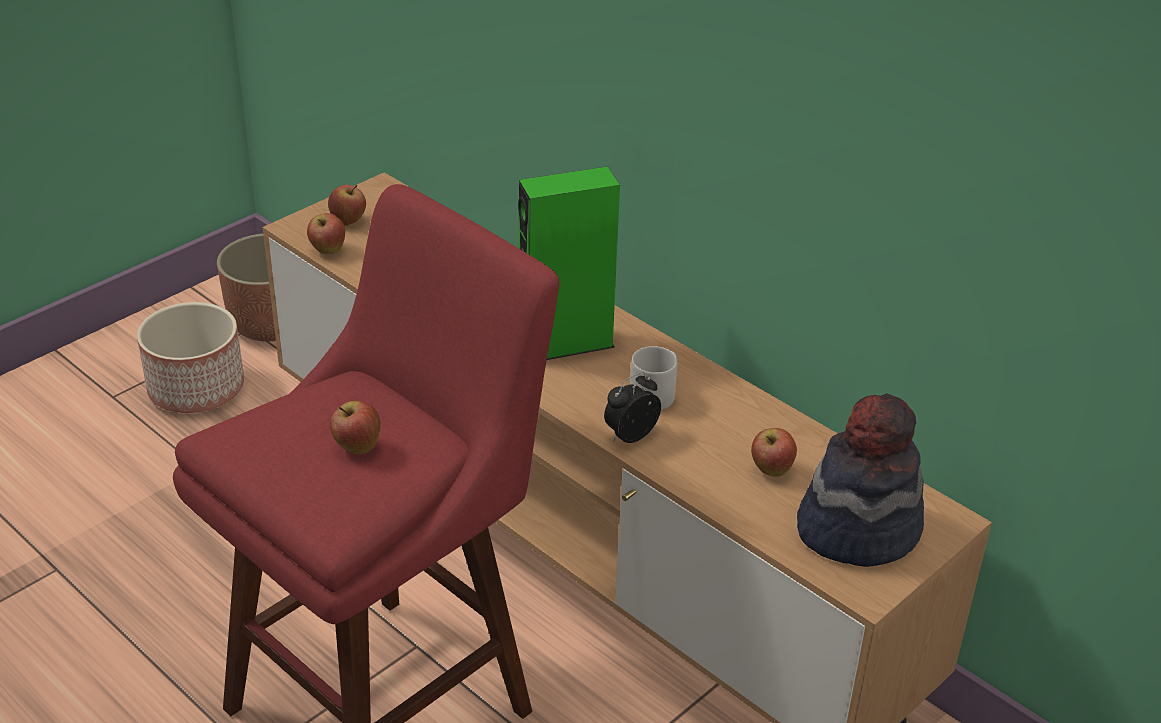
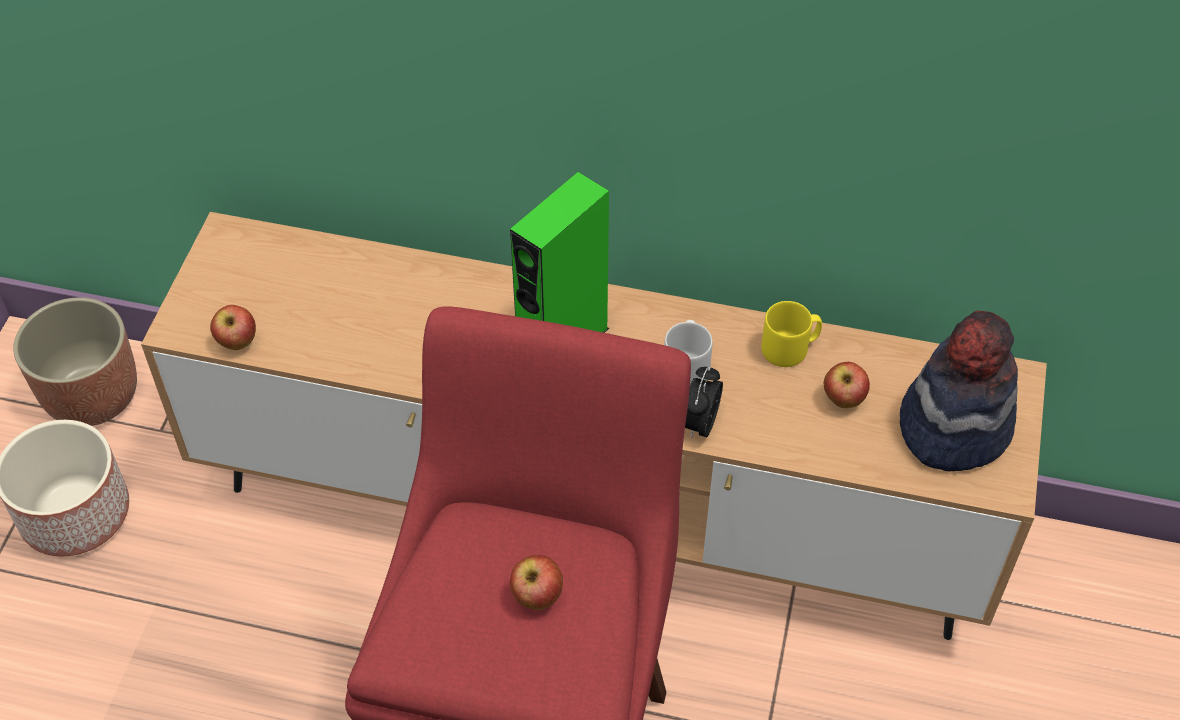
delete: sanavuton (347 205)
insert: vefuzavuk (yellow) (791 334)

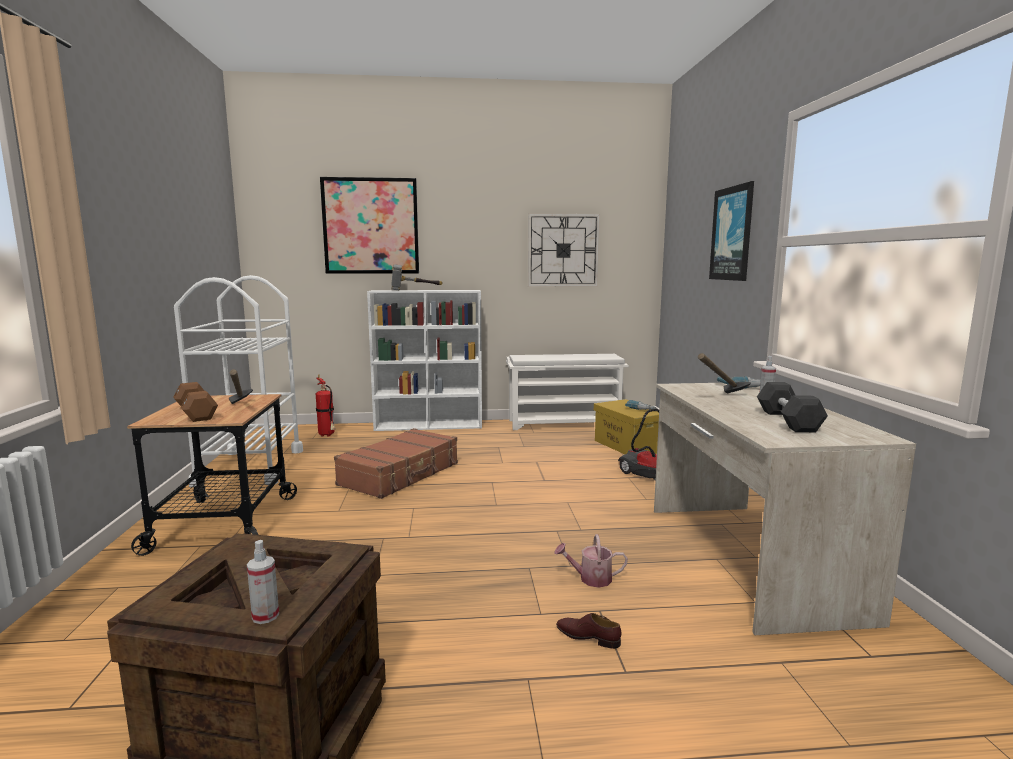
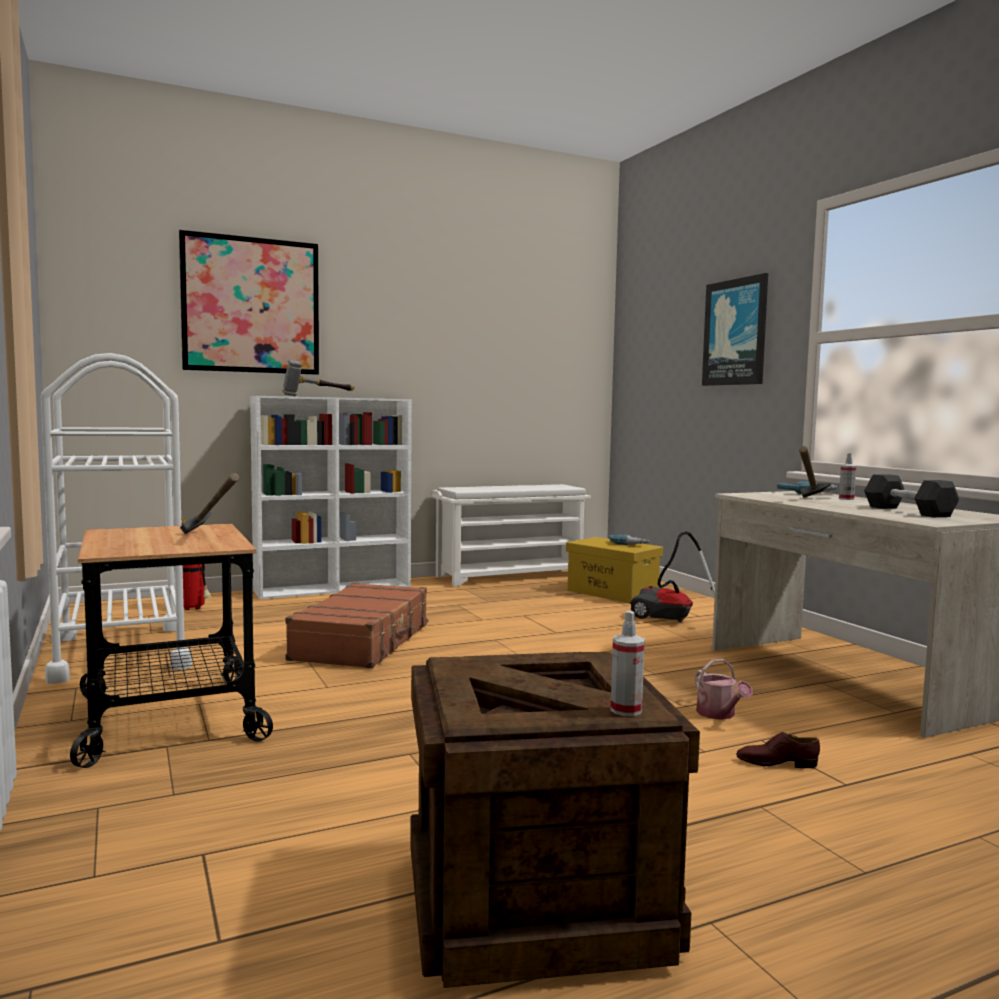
delete: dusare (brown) (195 402); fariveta (564 250)
rotate: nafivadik (591 561) = (723 689) 90 degrees counterclockwise

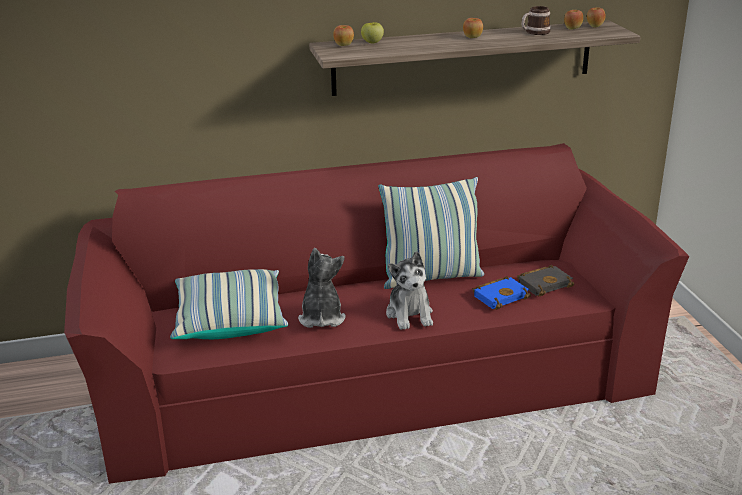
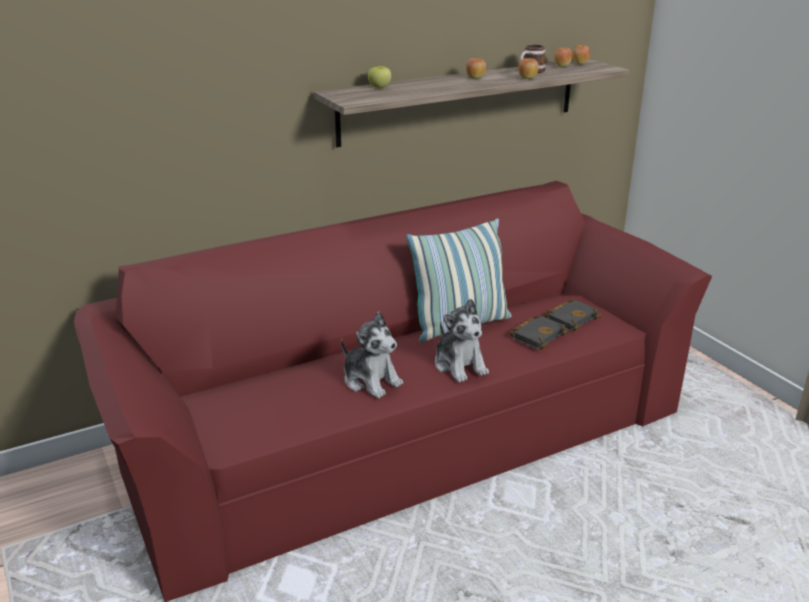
delete: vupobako (229 304)
move: sanavuton (343 35) to (528 68)
recolor: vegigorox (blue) (501 293) to vegigorox (black) (539 332)
rotate: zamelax (322 288) = (372 354) 150 degrees clockwise

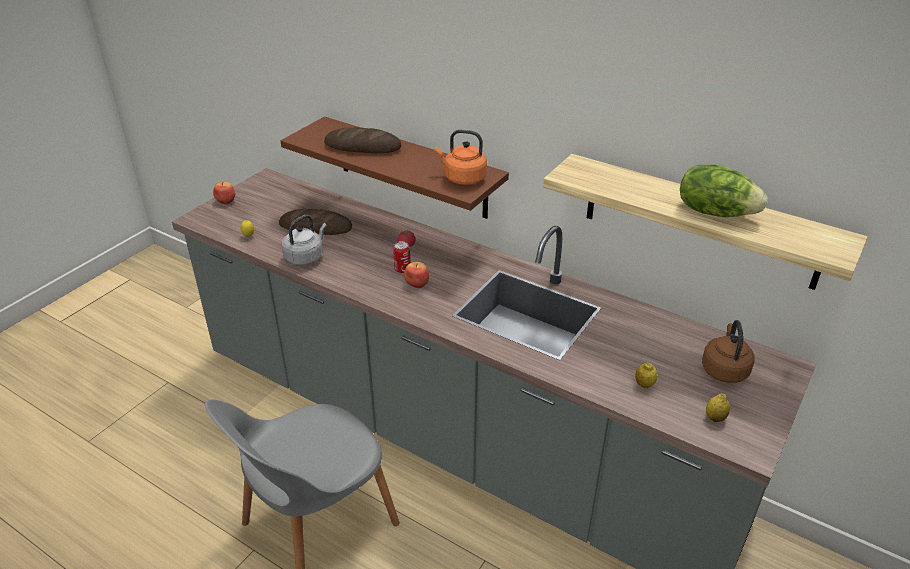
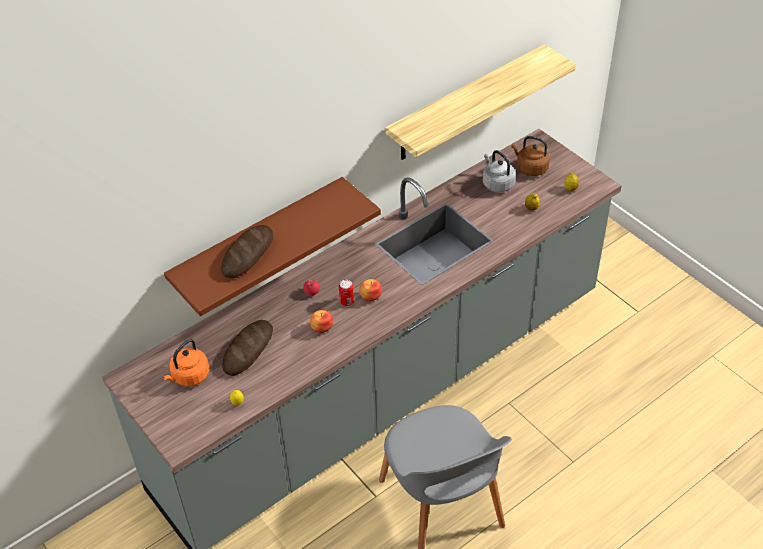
delete: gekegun (723 191)
move: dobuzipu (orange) (461 157) to (186 363); sanavuton (224 193) to (321 321); dobuzipu (grey) (304 240) to (499 171)

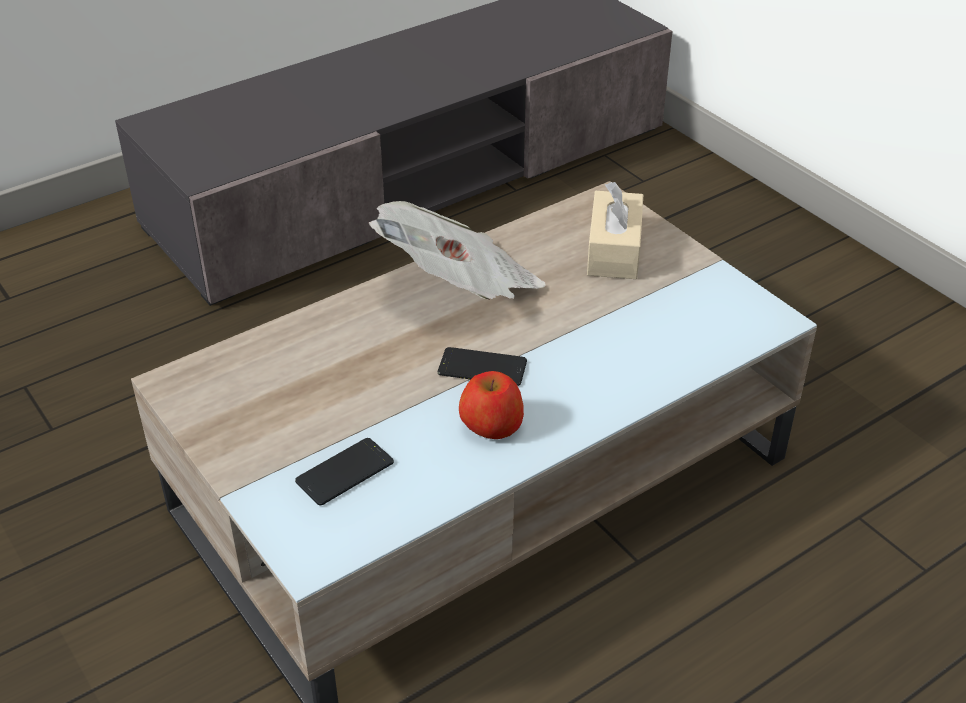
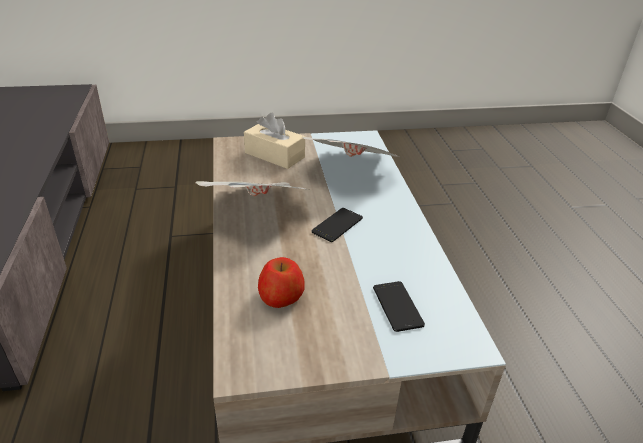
insert: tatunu (350 147)
move: sanavuton (491 405) to (281 282)

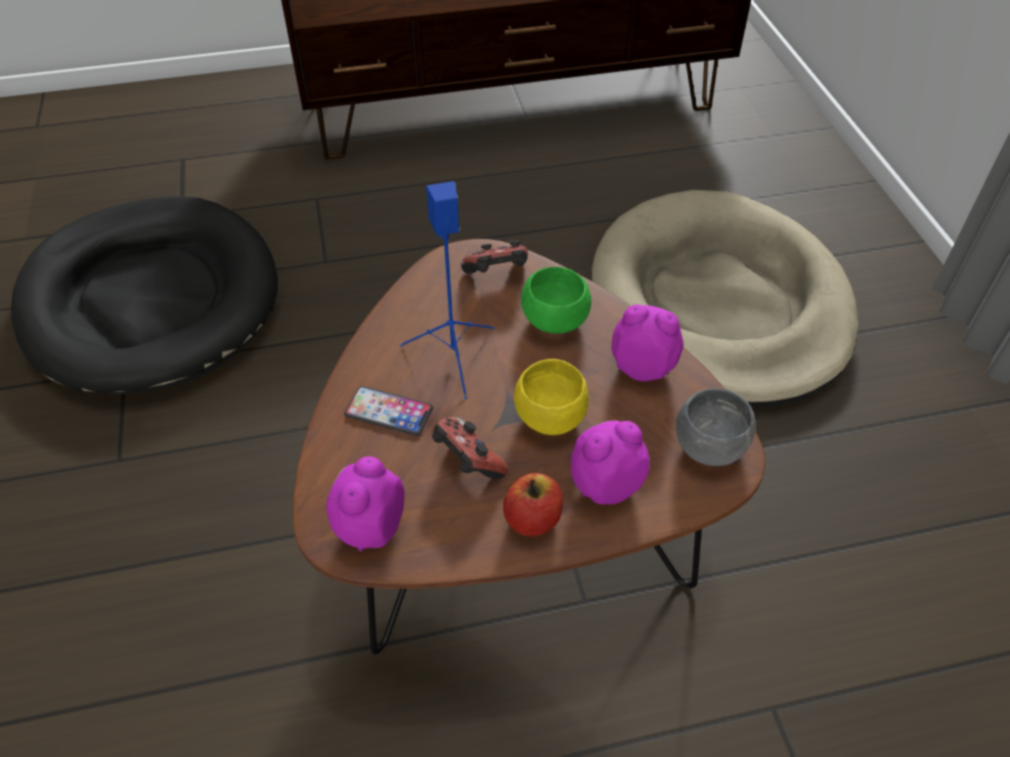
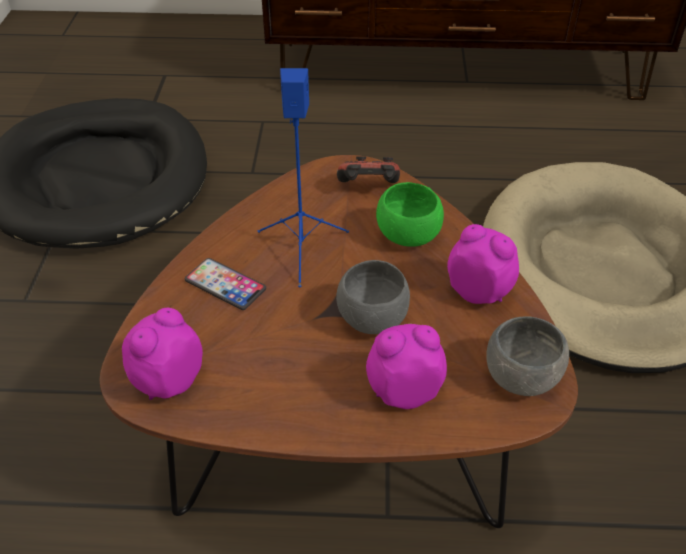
delete: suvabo (470 448); sanavuton (533 505)
recolor: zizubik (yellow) (551 397) to zizubik (grey) (373 297)

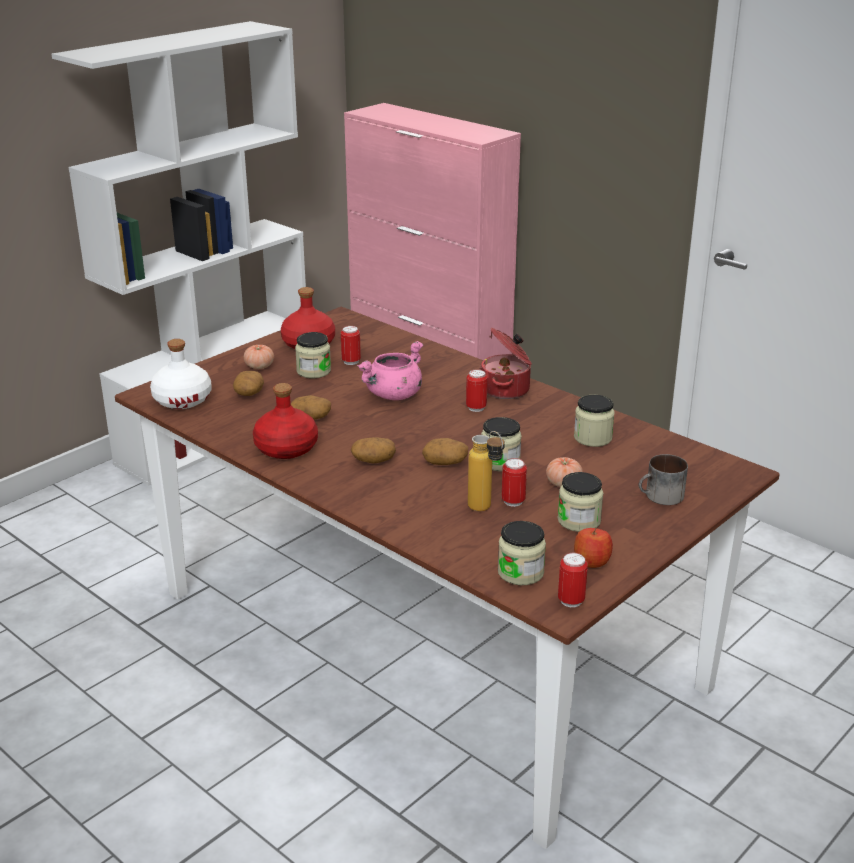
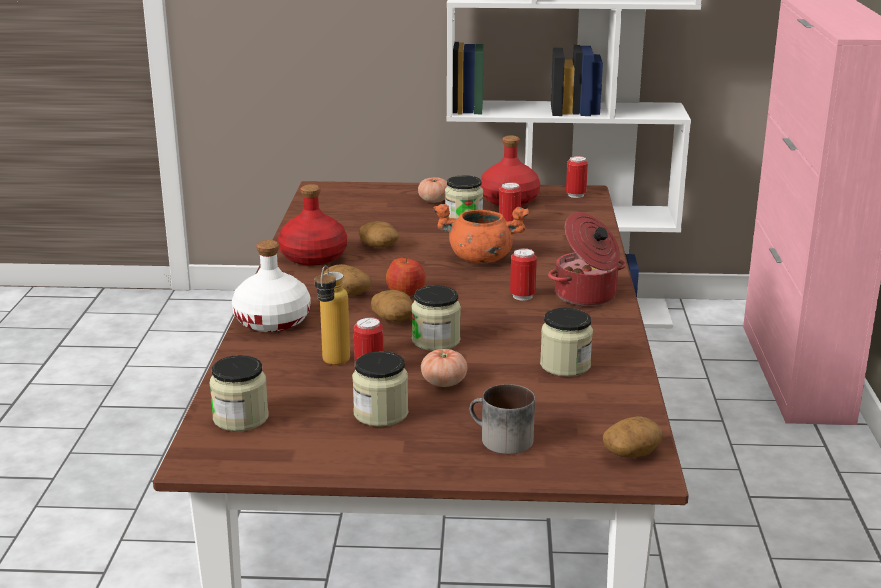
move: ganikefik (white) (181 374) to (271 286); sanavuton (593 547) to (406 276); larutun (573 580) to (577 177); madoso (248 383) to (633 437)
recolor: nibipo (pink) (390 370) to nibipo (orange) (481 233)

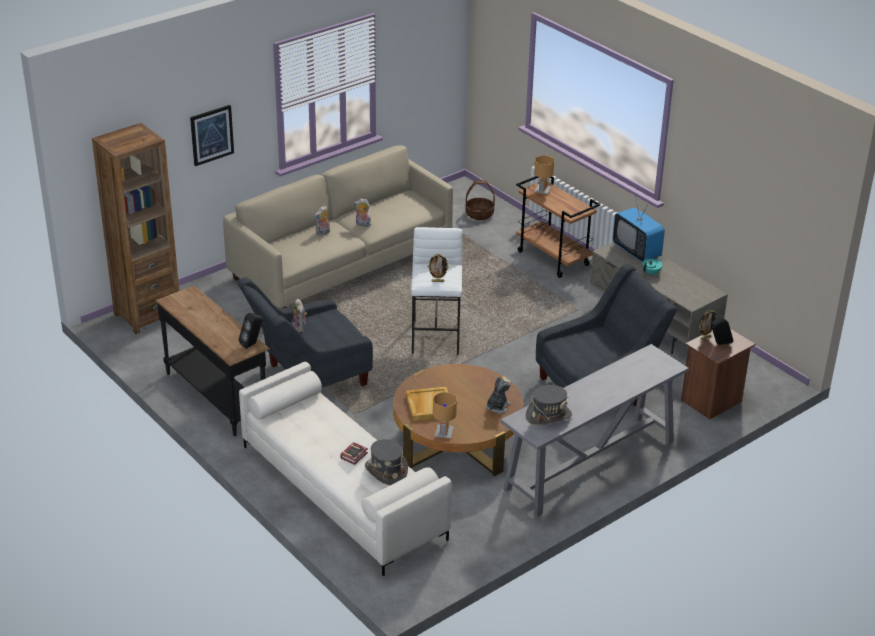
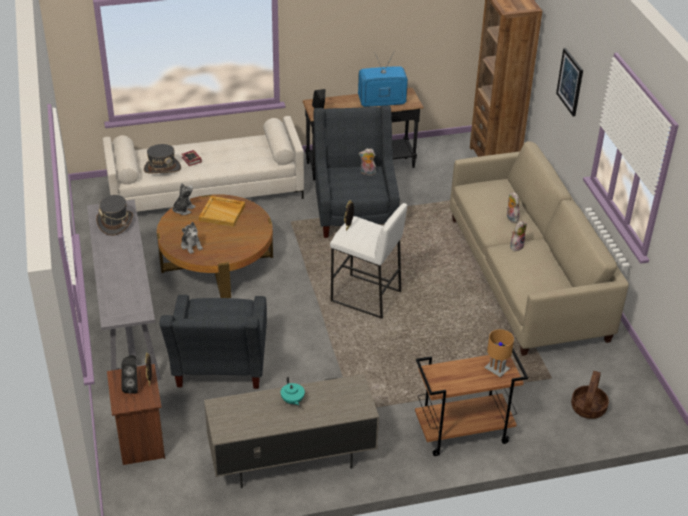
move: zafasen (639 228) to (383 79)
replace: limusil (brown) (445 415) to zamelax (184 199)

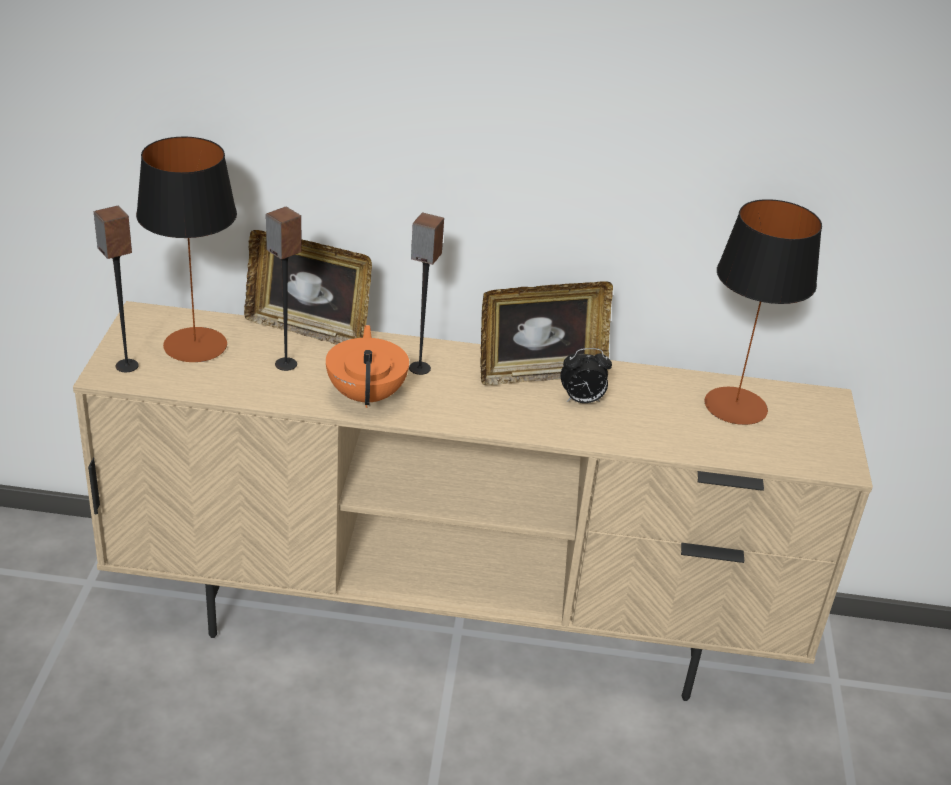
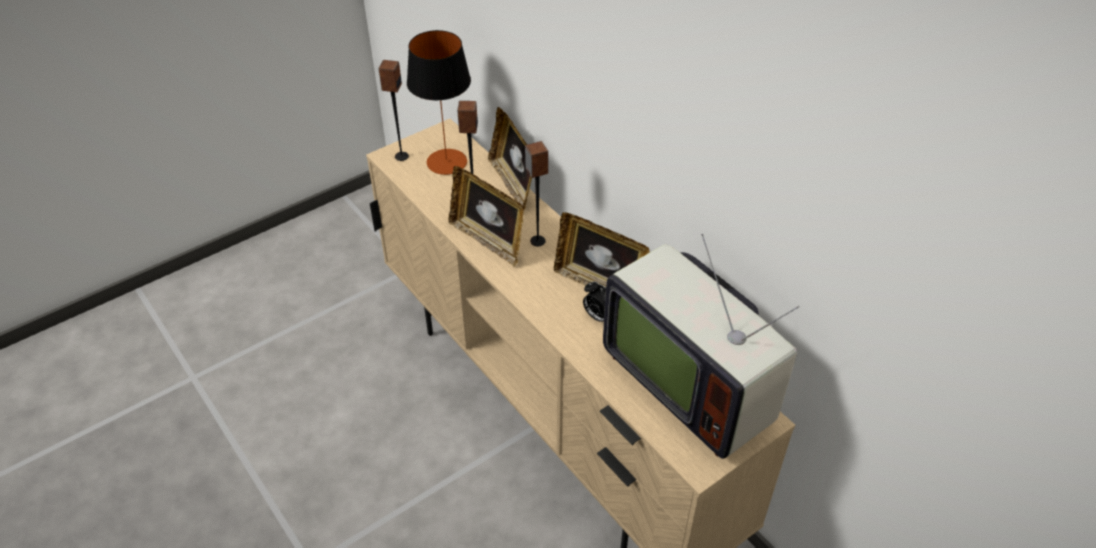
replace: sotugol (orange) (367 366) to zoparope (486 216); limusil (763 312) to zafasen (701 346)

